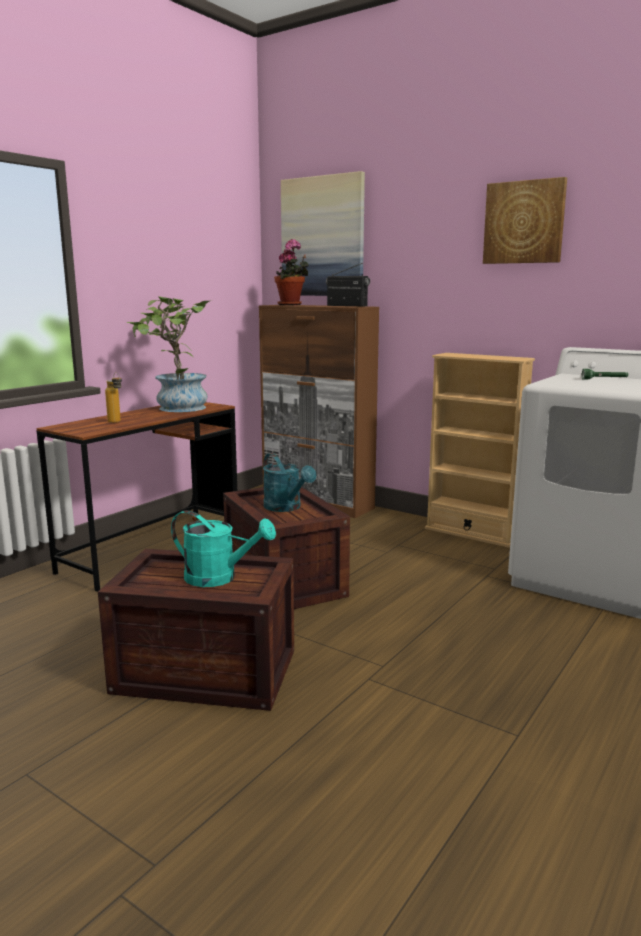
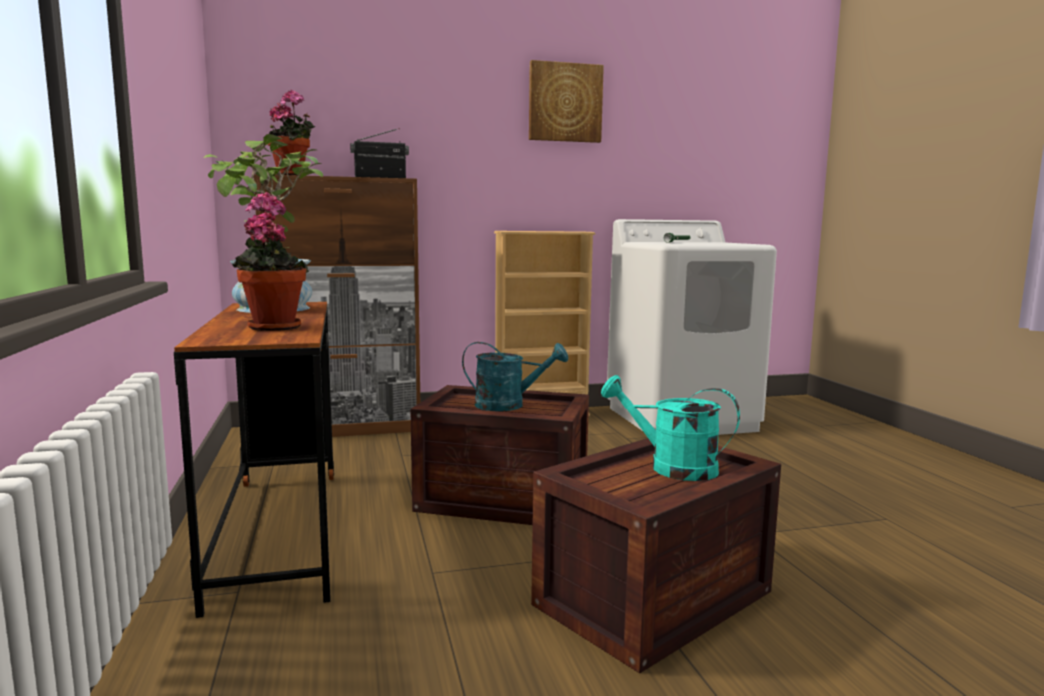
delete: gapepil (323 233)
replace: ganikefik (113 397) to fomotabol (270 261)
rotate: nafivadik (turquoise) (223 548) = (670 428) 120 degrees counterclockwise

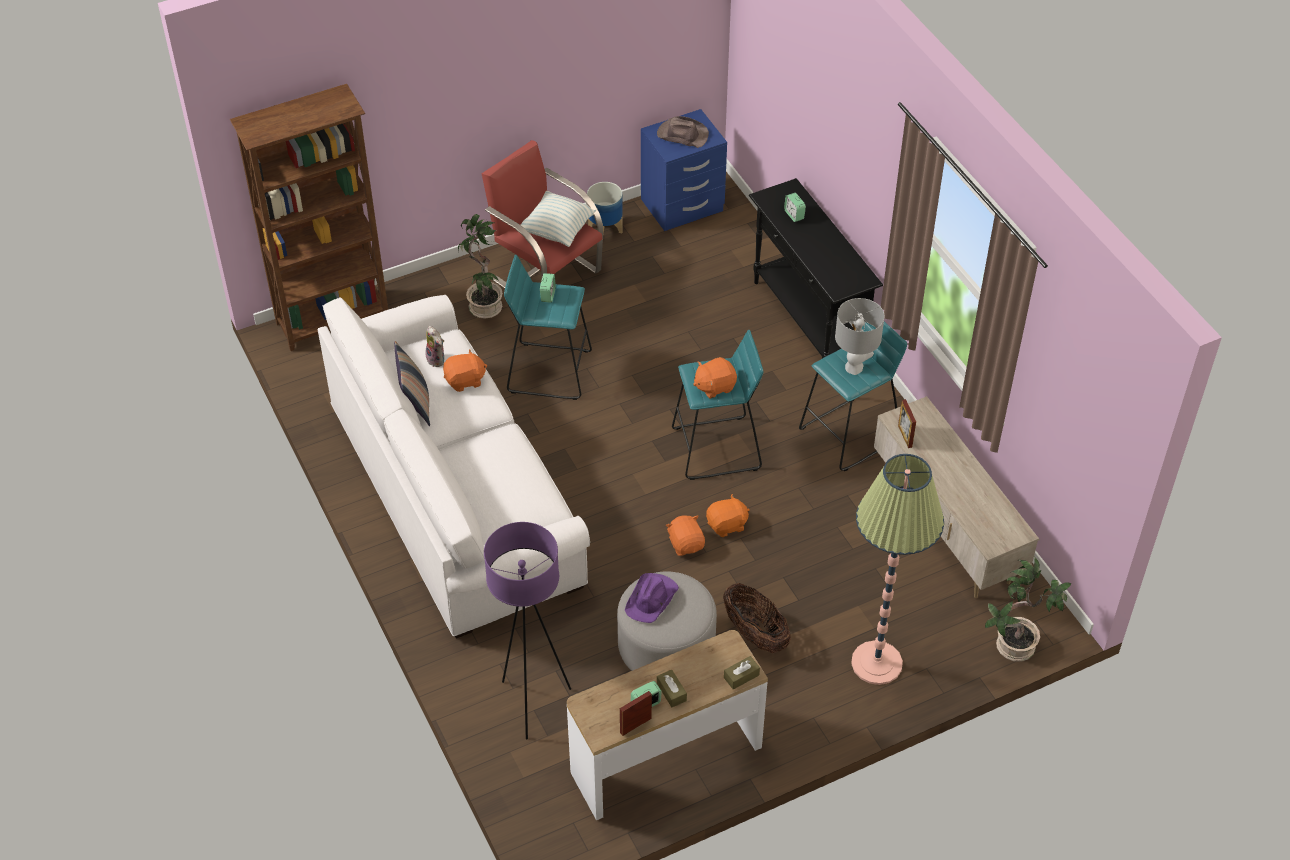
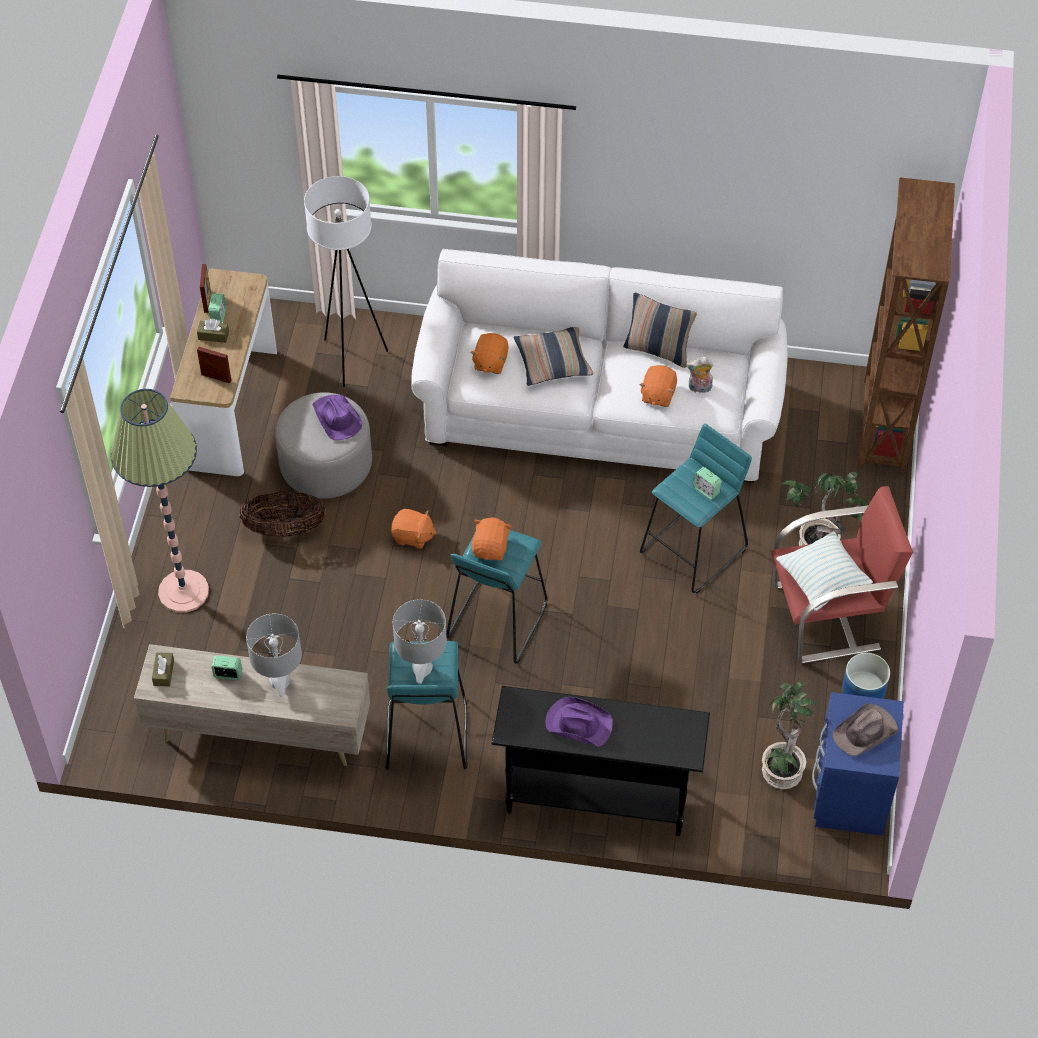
insert: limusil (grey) (274 655); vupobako (553 356); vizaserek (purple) (579 722)
move: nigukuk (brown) (742 673) to (163 669); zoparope (907 423) to (214 365); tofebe (795 207) to (226 667); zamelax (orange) (728 515) to (489 353); fomotabol (1028 609) to (788 735)
recolor: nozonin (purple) (527 631) to nozonin (white) (346 281)

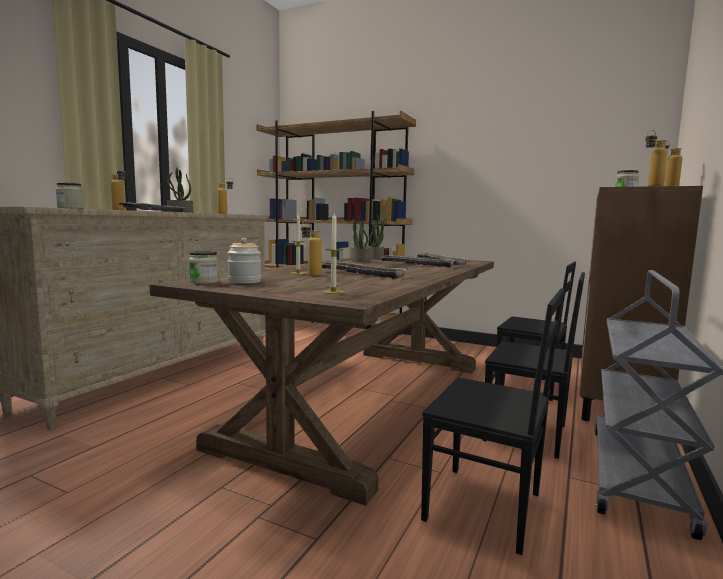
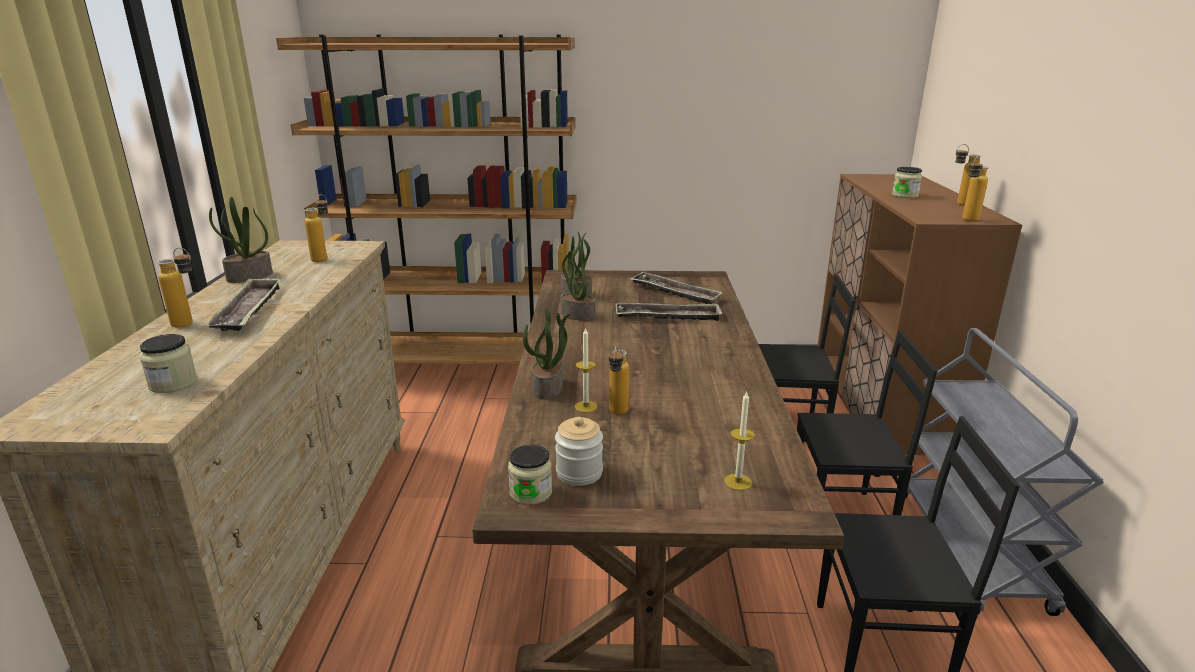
delete: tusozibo (365 270)
insert: fomotabol (547 353)

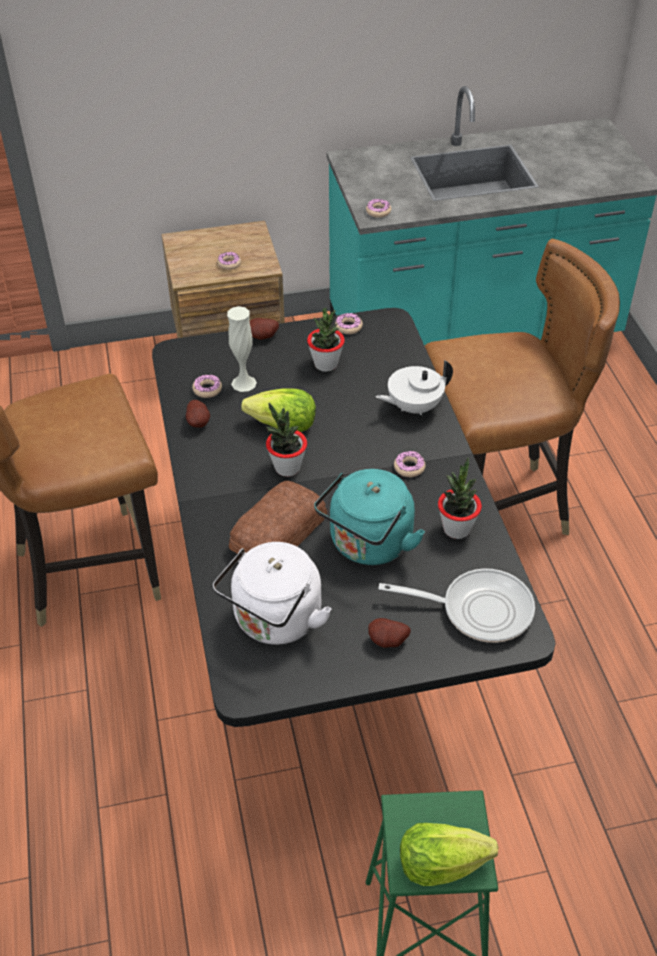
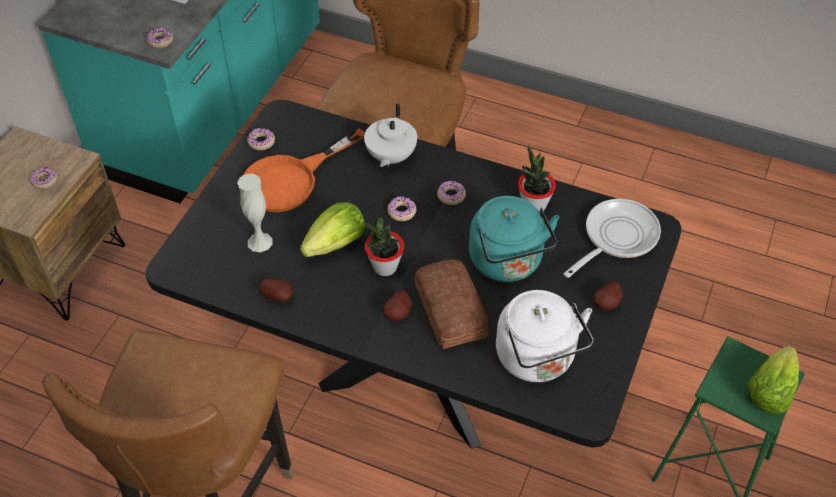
move: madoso (264 329) to (397 305); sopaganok (207 386) to (401 208)
replace: fomotabol (326 340) to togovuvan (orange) (304 170)

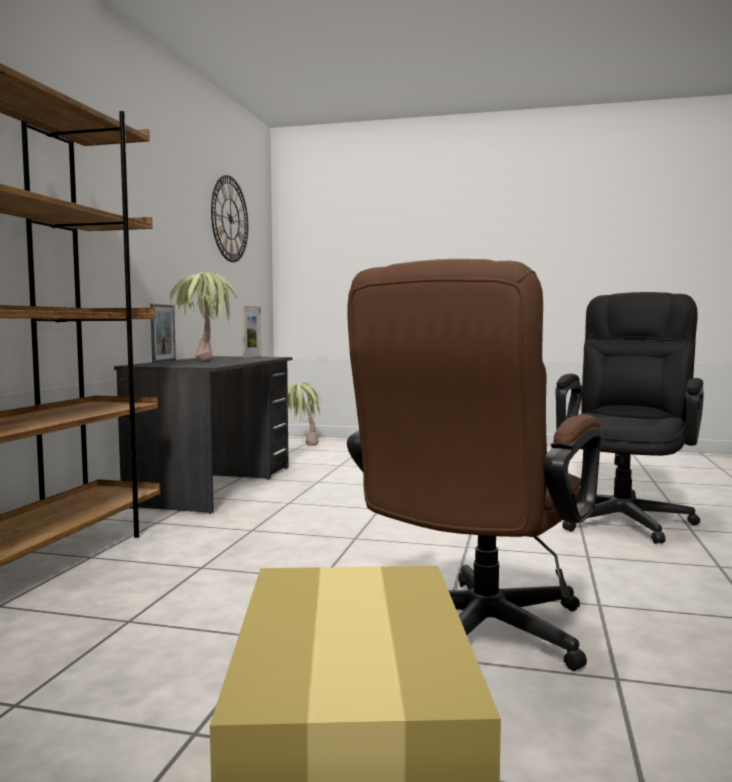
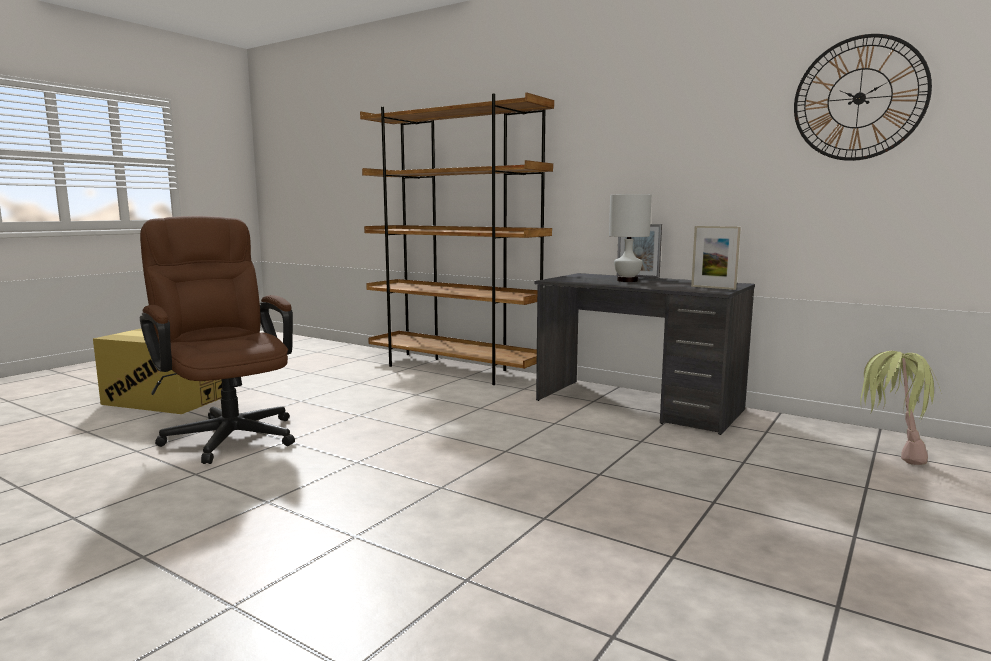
delete: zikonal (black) (629 418)
replace: fomotabol (203 316) to limusil (white) (630 238)

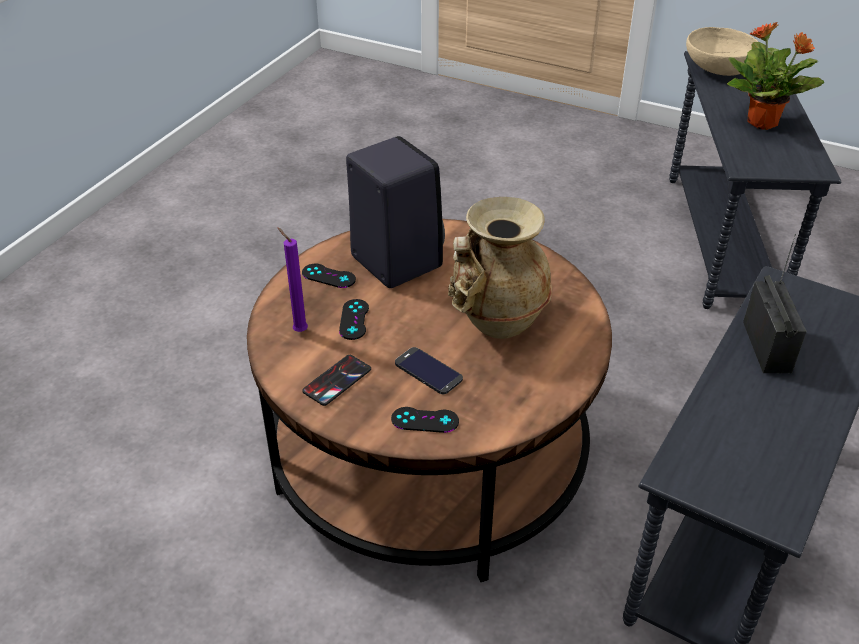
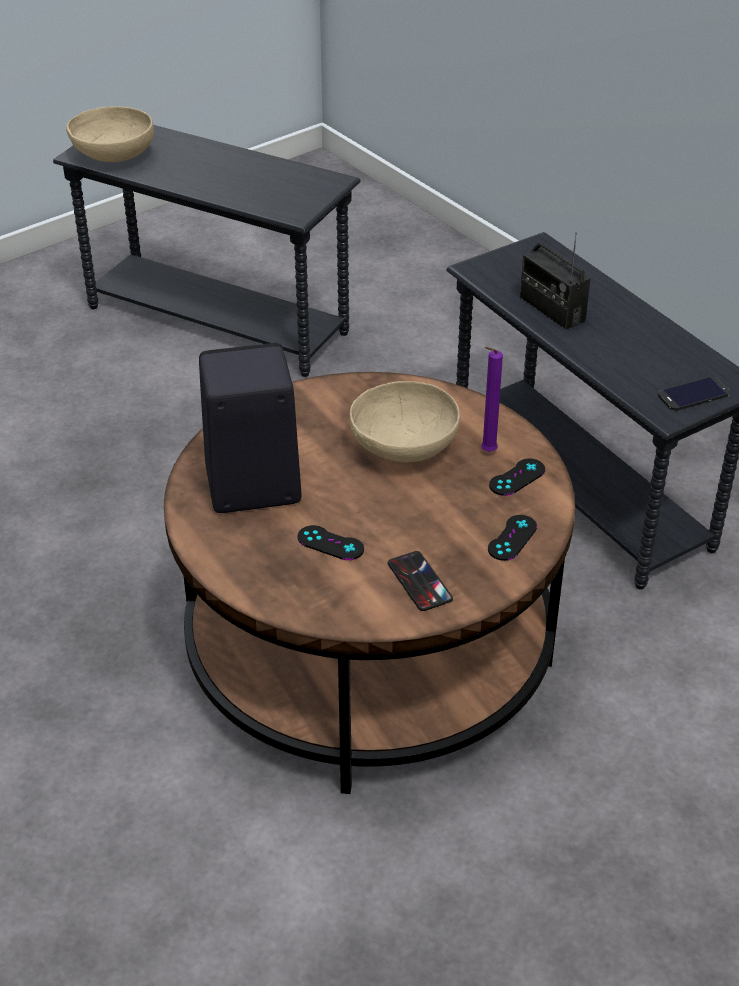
delete: fomotabol (775 76)
move: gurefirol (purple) (292 279) to (492 399); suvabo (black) (329 276) to (517 477); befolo (429 370) to (694 394)
replace: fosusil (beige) (500 268) to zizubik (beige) (405 421)
rotate: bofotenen (775 303) = (555 281) 150 degrees counterclockwise

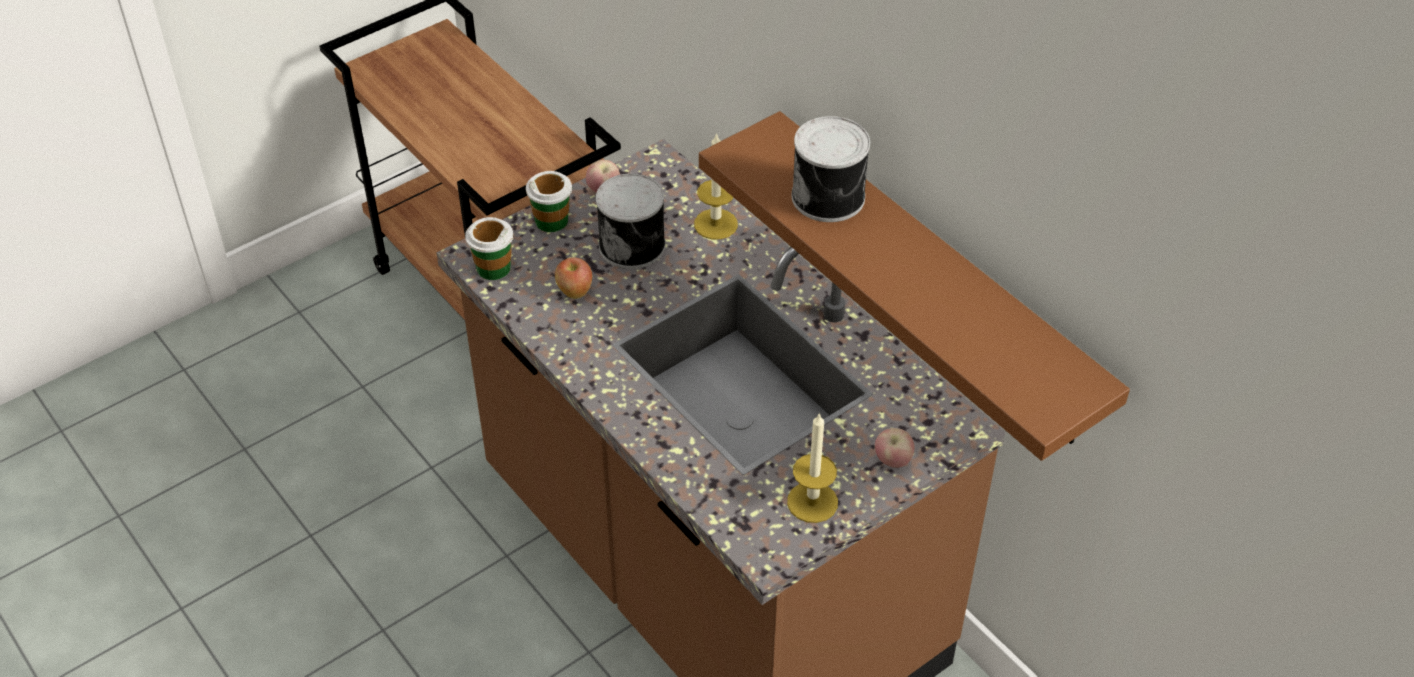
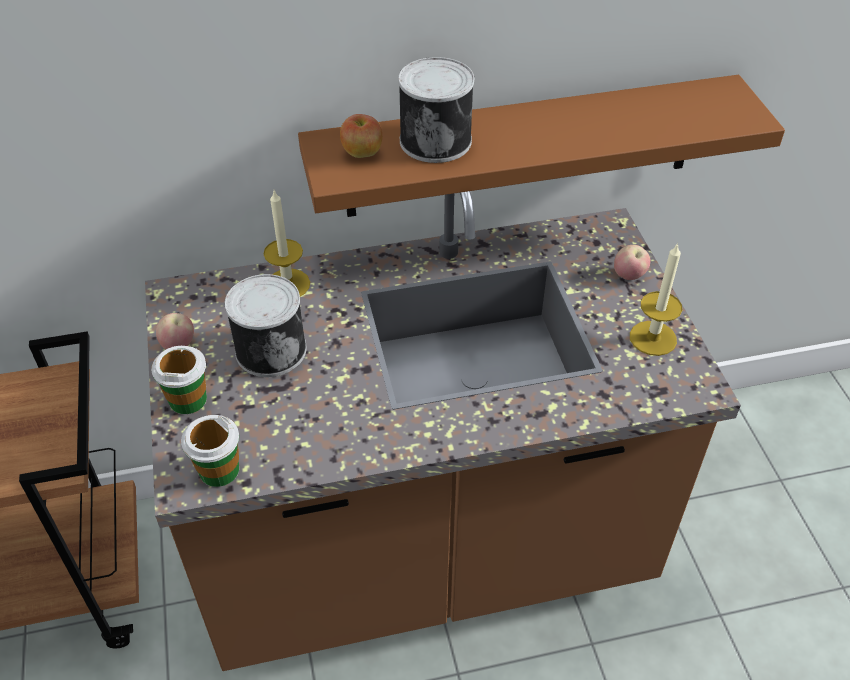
move: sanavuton (573 278) to (361 136)

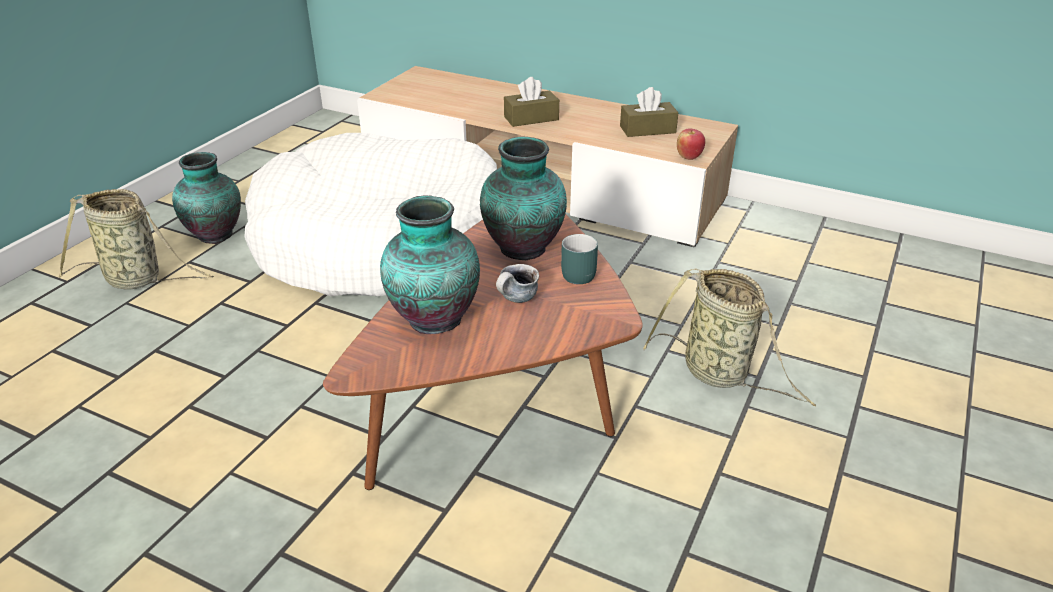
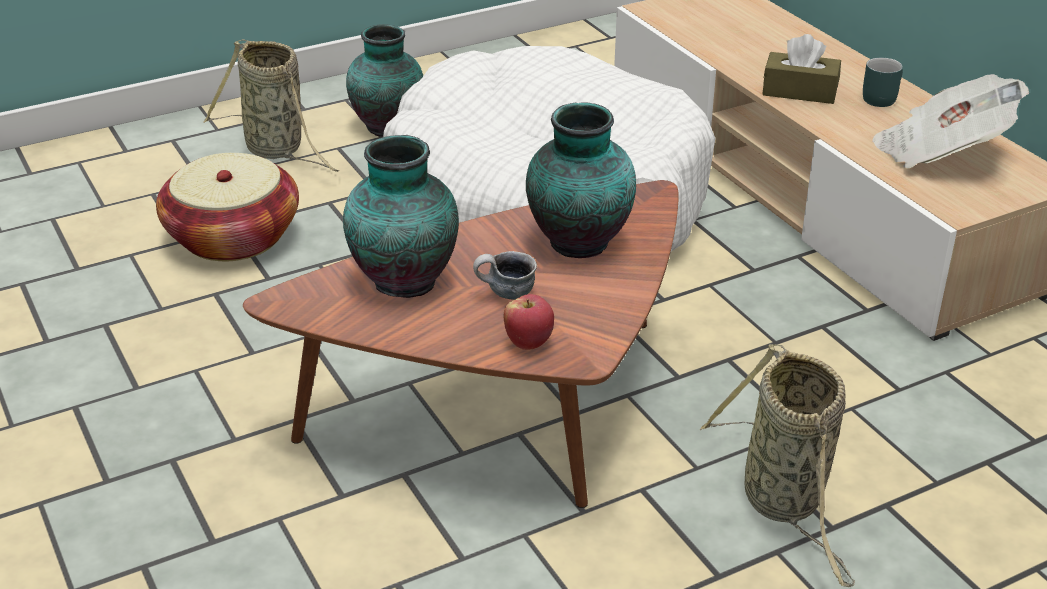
insert: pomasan (227 207)
move: sanavuton (691 144) to (529 322); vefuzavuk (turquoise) (579 259) to (883 82)
replace: nigukuk (brown) (649 112) to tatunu (950 121)

